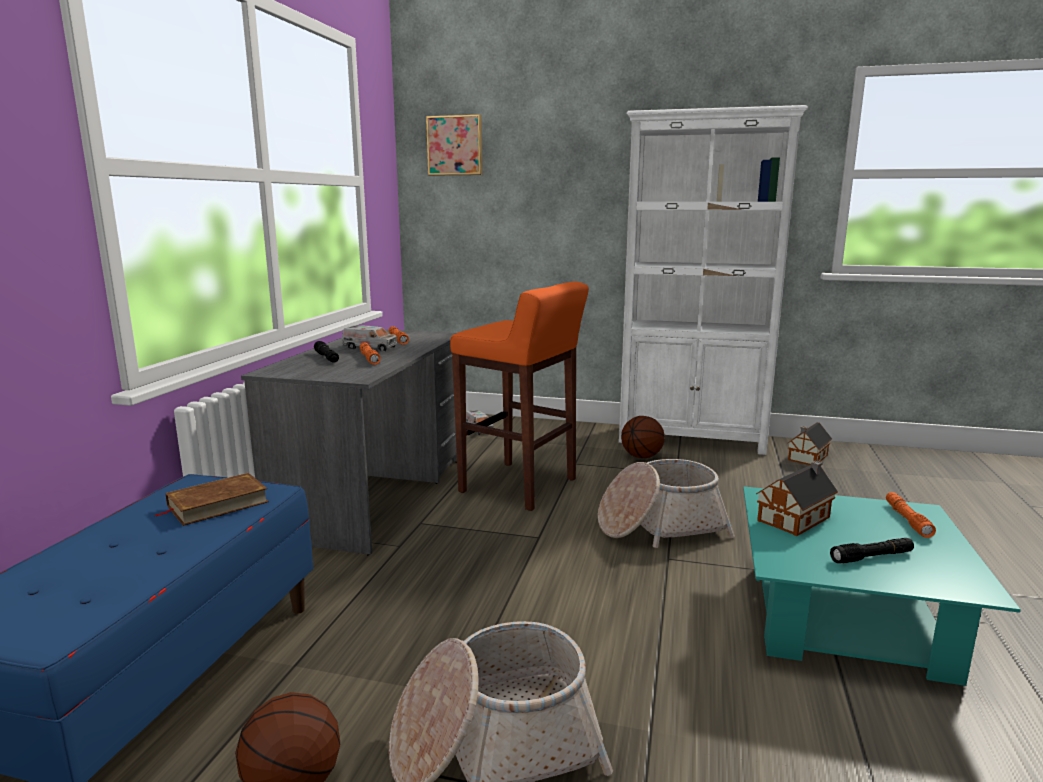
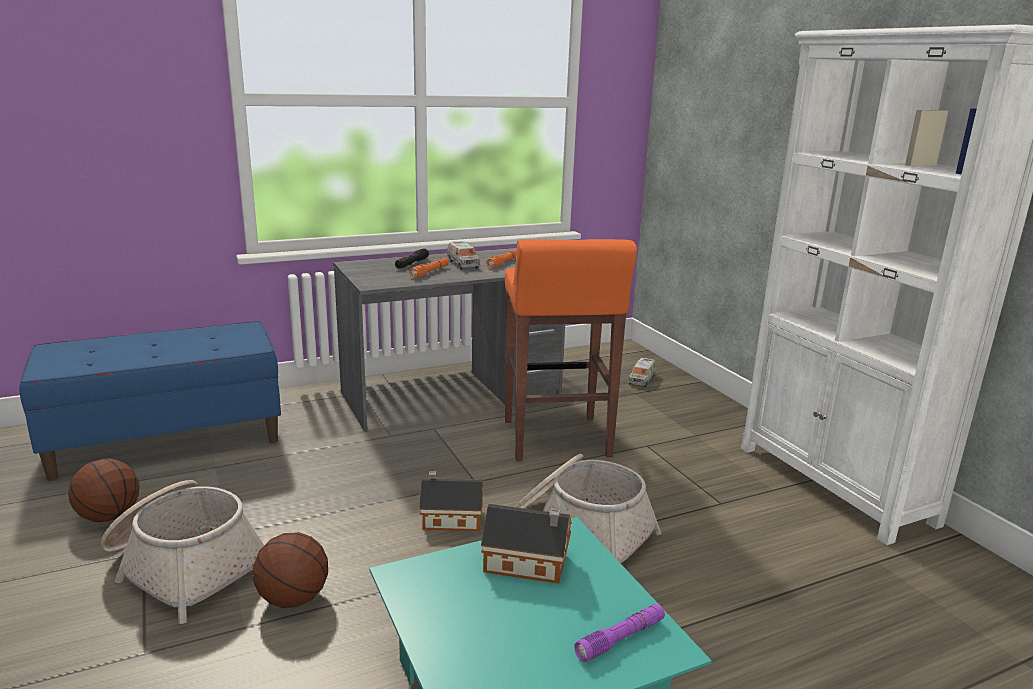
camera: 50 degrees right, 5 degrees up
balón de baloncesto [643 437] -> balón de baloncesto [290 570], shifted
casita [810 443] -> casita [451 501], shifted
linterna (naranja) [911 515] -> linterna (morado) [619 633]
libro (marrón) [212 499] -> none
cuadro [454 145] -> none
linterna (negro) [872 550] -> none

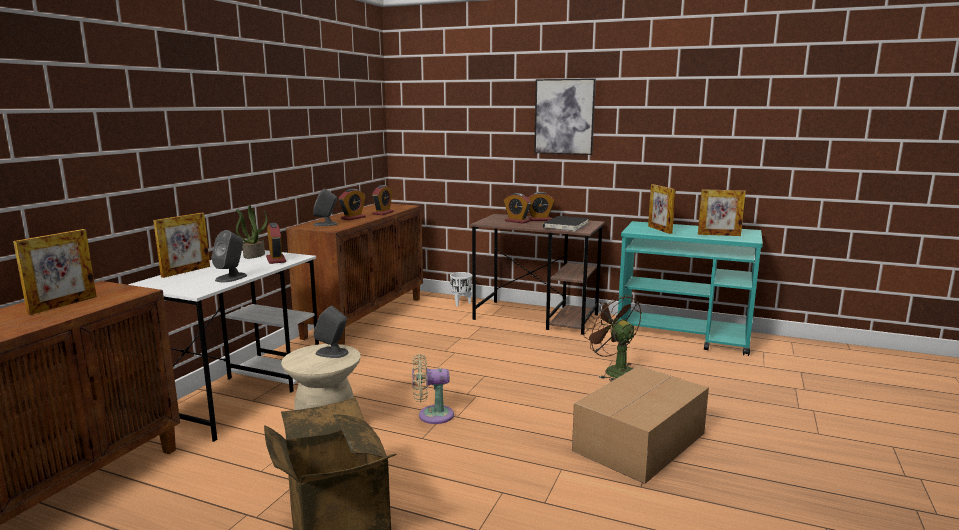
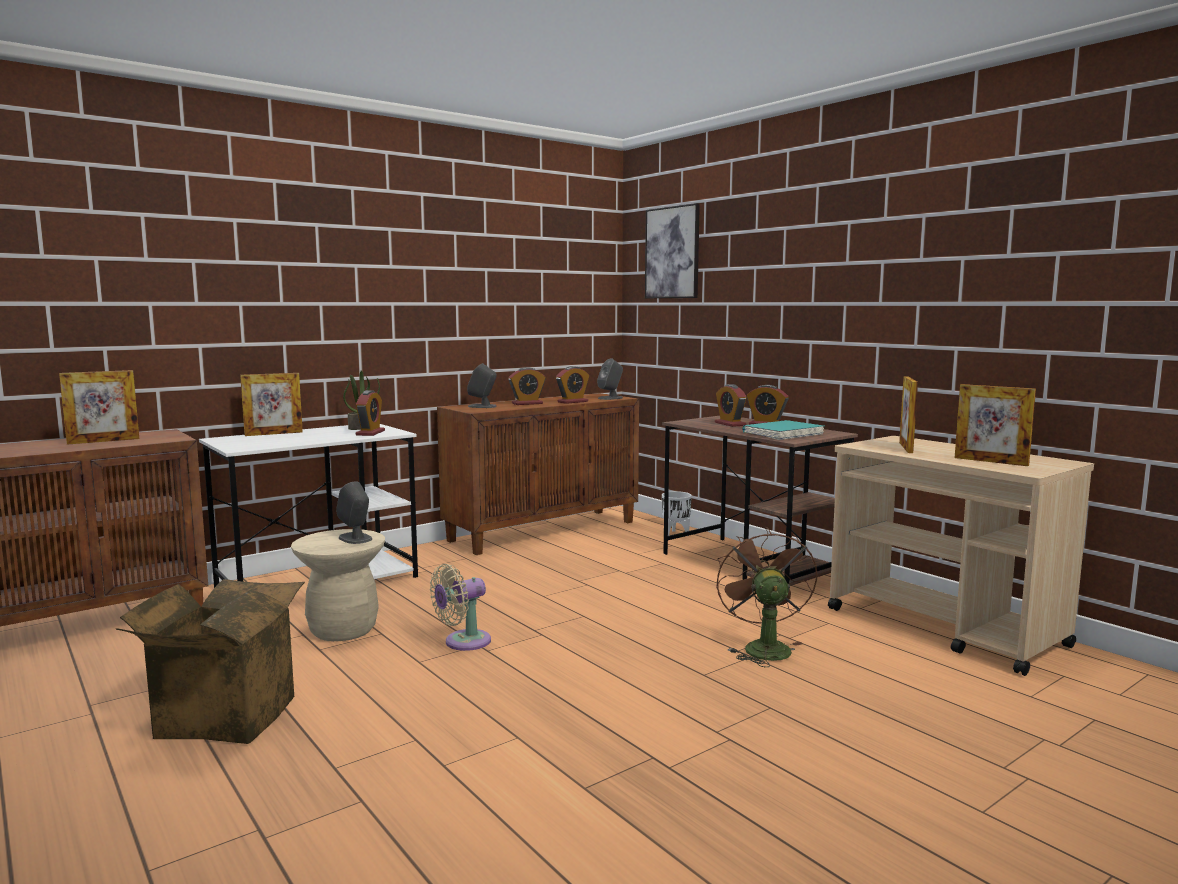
camera: 30 degrees right, 5 degrees down
ventilador (beis) [433 389] -> ventilador (beis) [460 607], 60 degrees counterclockwise
altavoz (gris) [229 256] -> altavoz (gris) [610 379], shifted
cuadro [565 116] -> cuadro [672 250], shifted
libro (negro) [566 224] -> libro (turquesa) [783 430]
carrito (turquesa) [690 288] -> carrito (beis) [961 556]
caja de cartón [640 425] -> none

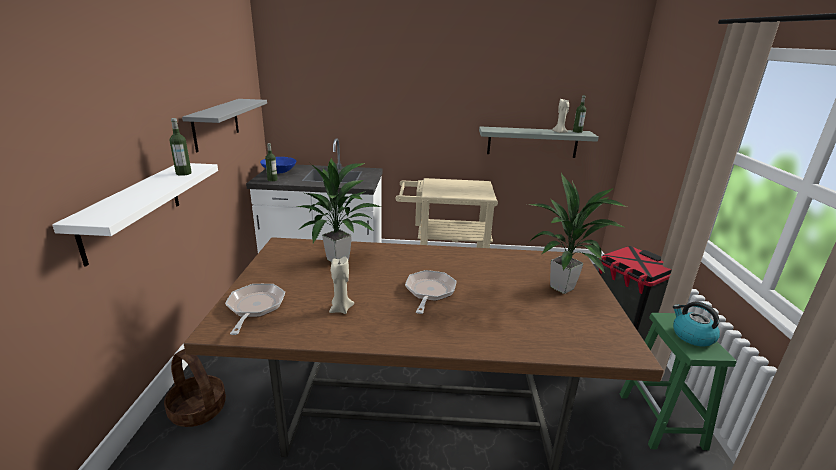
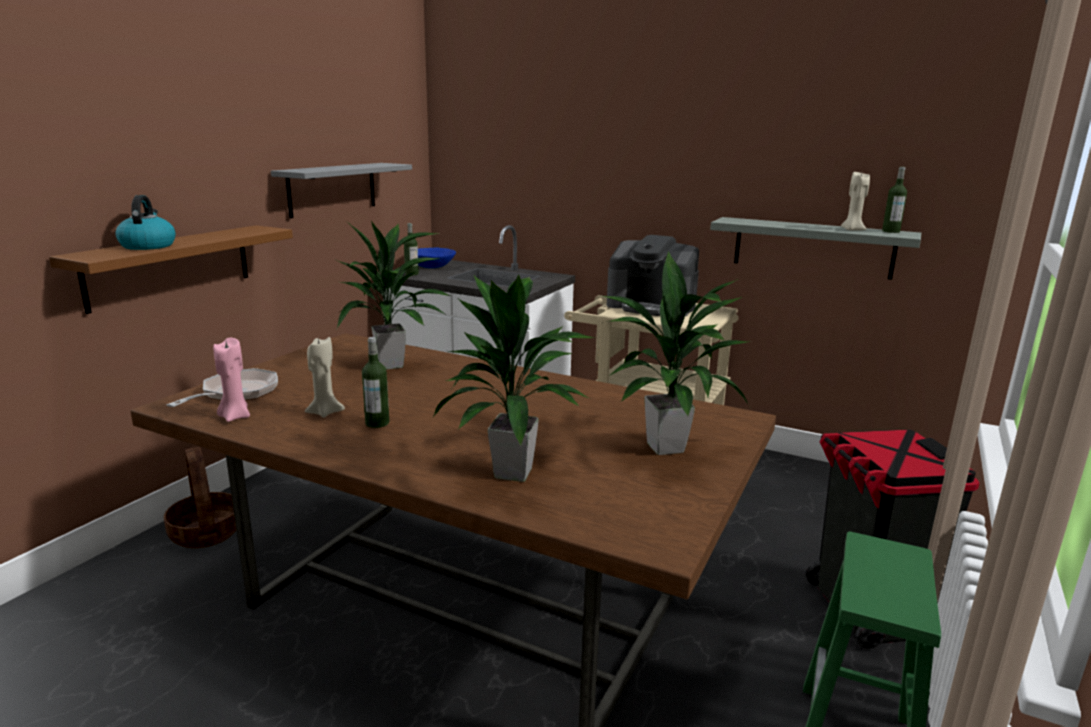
camera: 25 degrees right, 5 degrees down
estante (blanco) [135 215] -> estante (marrón) [171 269]
hervidor [696 324] -> hervidor [145 222], shifted
none -> vela (rosa) [231 380]
botella [180 147] -> botella [375 382], shifted
none -> planta en maceta [513 378]
none -> cafetera [653 275]
sartén [431 292] -> none

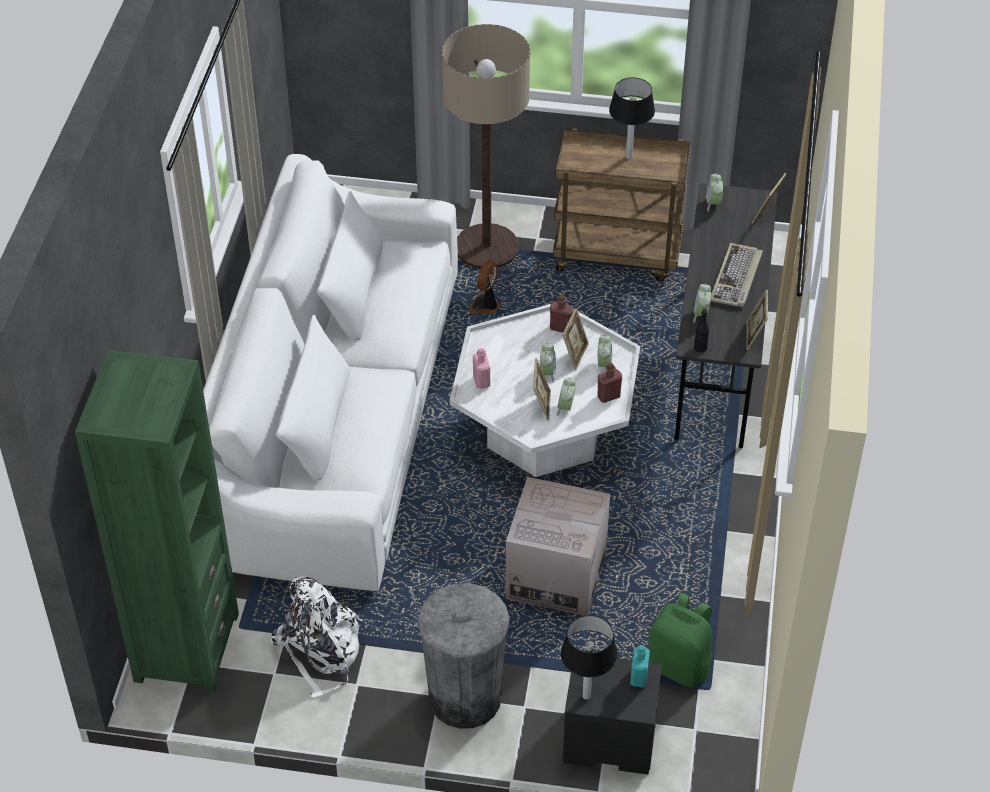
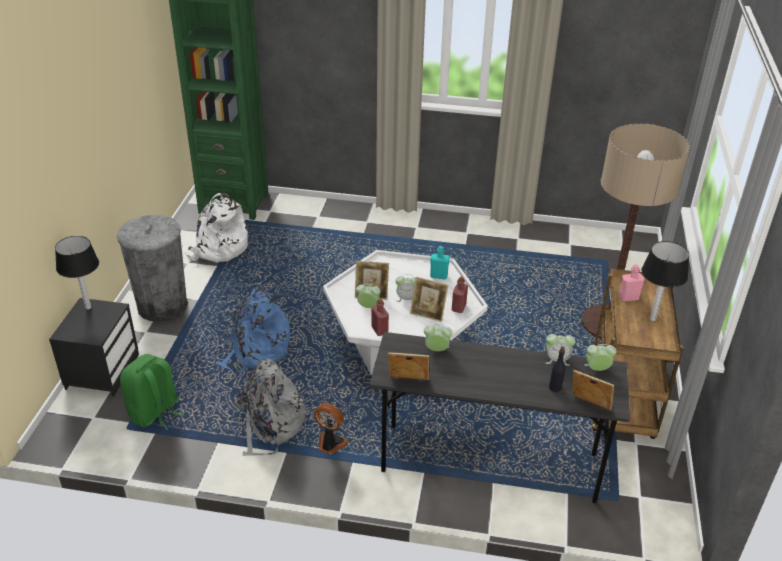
camera: 90 degrees right, 10 degrees down
caja de cartón [557 546] -> mochila (azul) [253 330]
none -> mochila (gris) [272 407]
ventilador [484 287] -> ventilador [331 429], shifted
botella (turquesa) [640 666] -> botella (turquesa) [440 262], shifted
despertador [605 351] -> despertador [560 349], shifted
botella (negro) [701 330] -> botella (negro) [557 369], shifted
botella (rosa) [481 368] -> botella (rosa) [631 283], shifted
sofá (blanco) [330 373] -> none
teclado [737 275] -> none

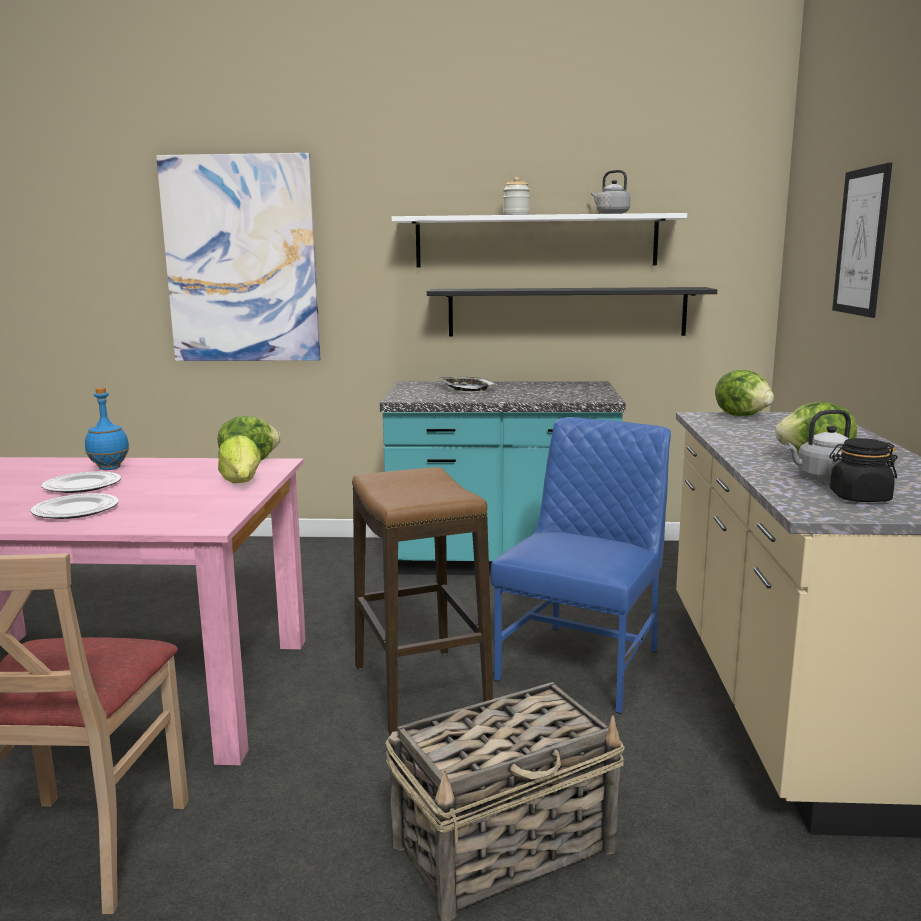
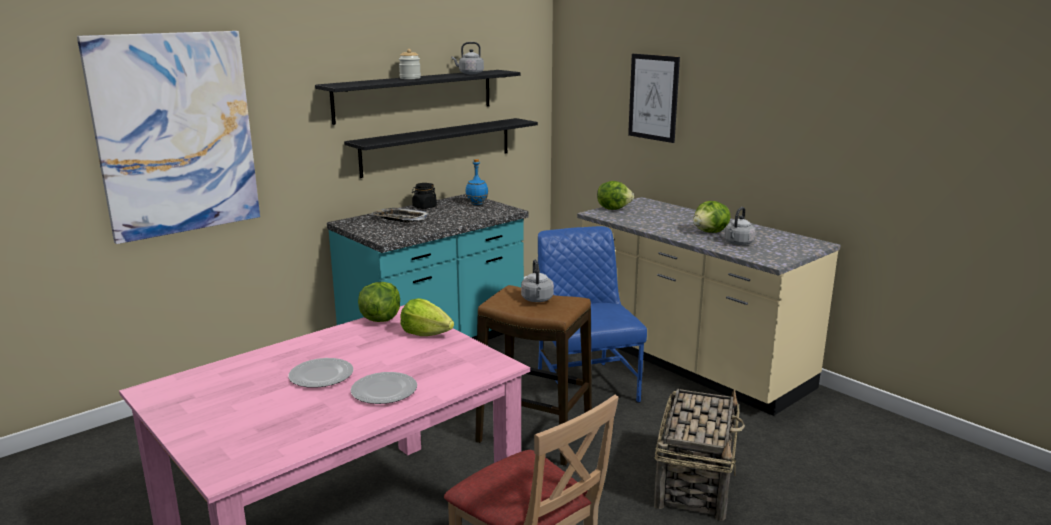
camera: 45 degrees left, 5 degrees up
estante (blanco) [539 240] -> estante (negro) [417 97]
tarro (negro) [863 470] -> tarro (negro) [424 196], shifted
botella (azul) [107 429] -> botella (azul) [476 182], shifted
none -> hervidor (gris) [537 280]

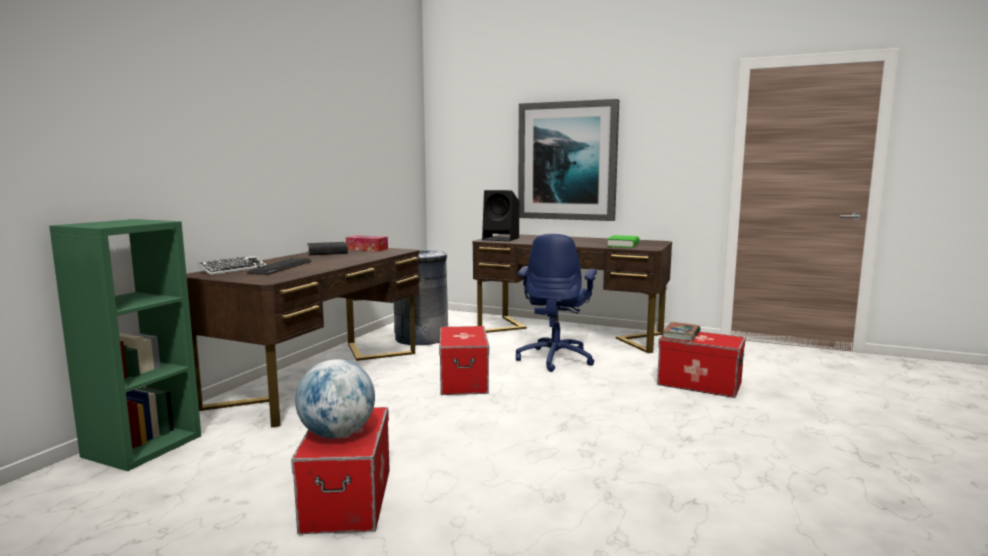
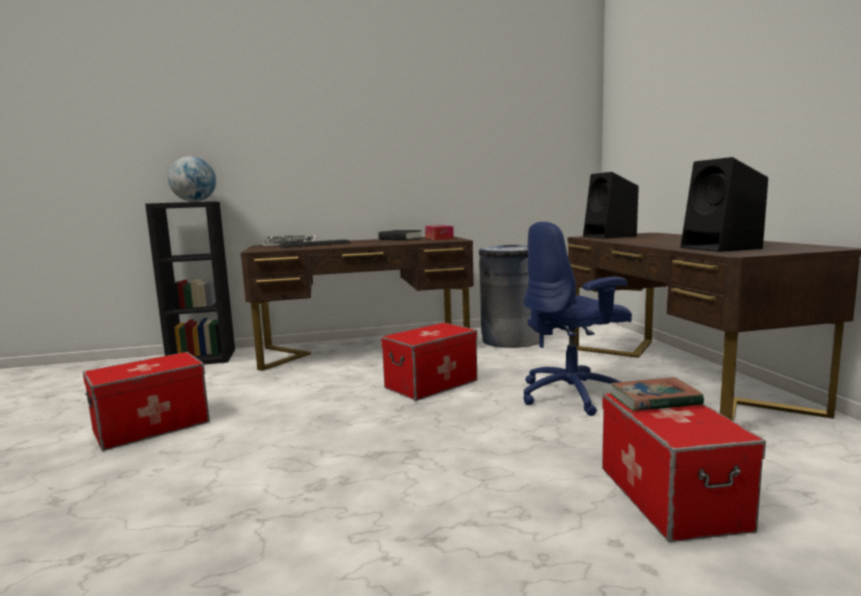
camera: 55 degrees right, 0 degrees up
estantería (verde) [125 345] -> estantería (negro) [190 283]
globo terráqueo [335 398] -> globo terráqueo [192 179], shifted
libro (verde) [623 241] -> altavoz (negro) [724 204]
cuadro [568 160] -> none

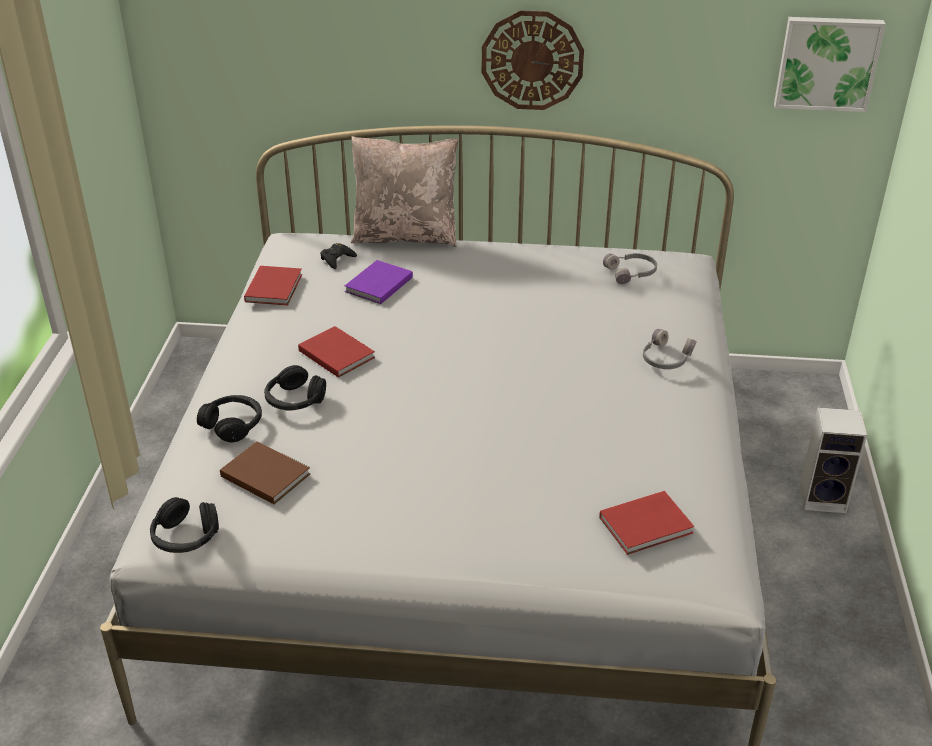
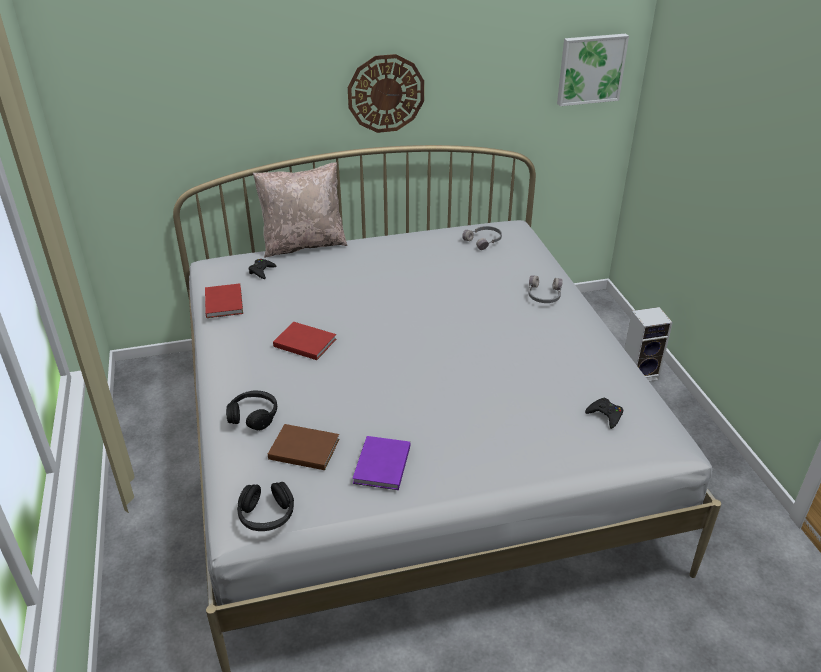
camera: 20 degrees left, 0 degrees up
libro (morado) [379 282] -> libro (morado) [381 463], shifted
libro (rojo) [646 523] -> mando de consola (negro) [604 413]
auriculares (negro) [295 387] -> none

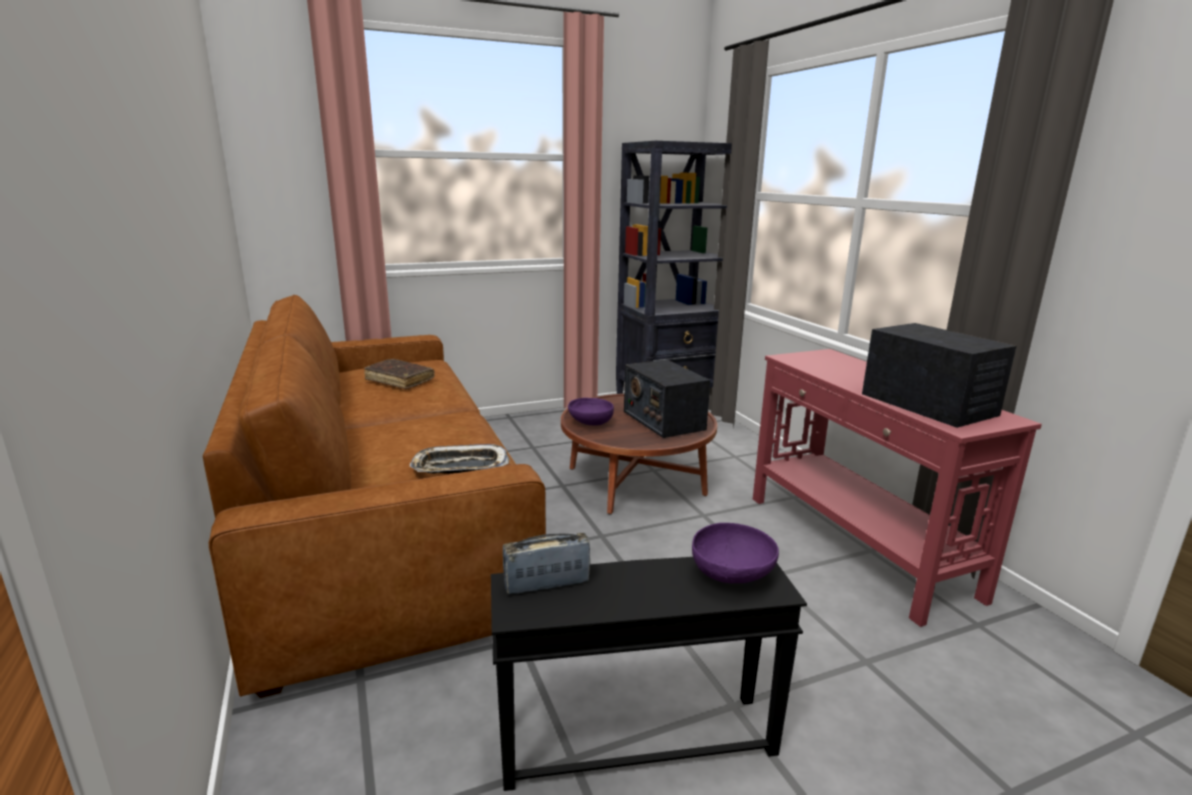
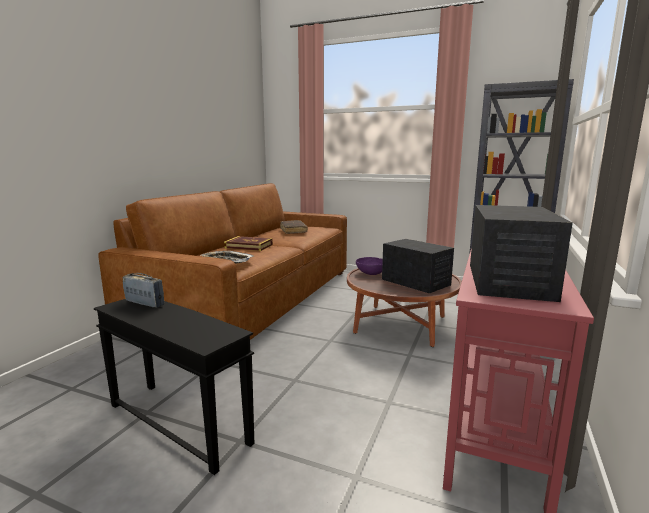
camera: 45 degrees right, 5 degrees down
none -> libro [248 243]
radio [667 398] -> radio [418 266], 120 degrees clockwise
cuenco (morado) [735 553] -> none

